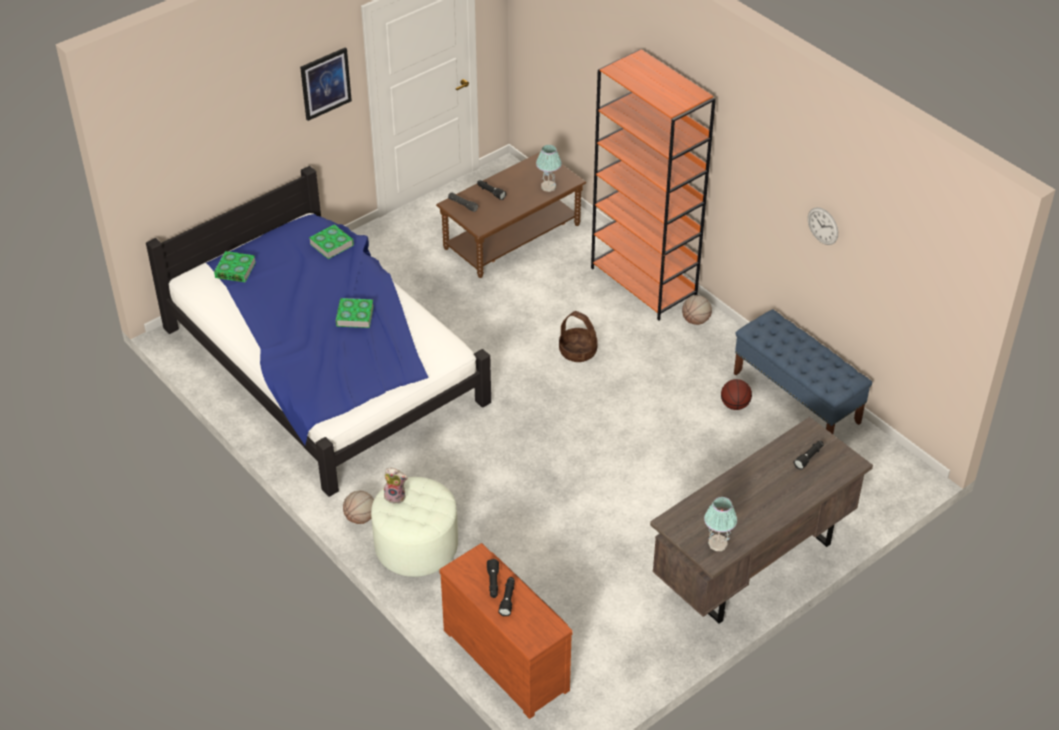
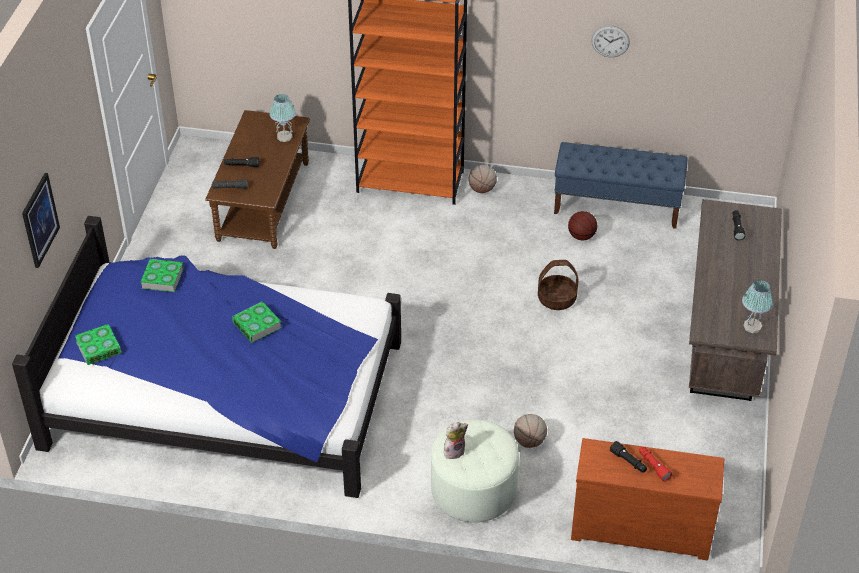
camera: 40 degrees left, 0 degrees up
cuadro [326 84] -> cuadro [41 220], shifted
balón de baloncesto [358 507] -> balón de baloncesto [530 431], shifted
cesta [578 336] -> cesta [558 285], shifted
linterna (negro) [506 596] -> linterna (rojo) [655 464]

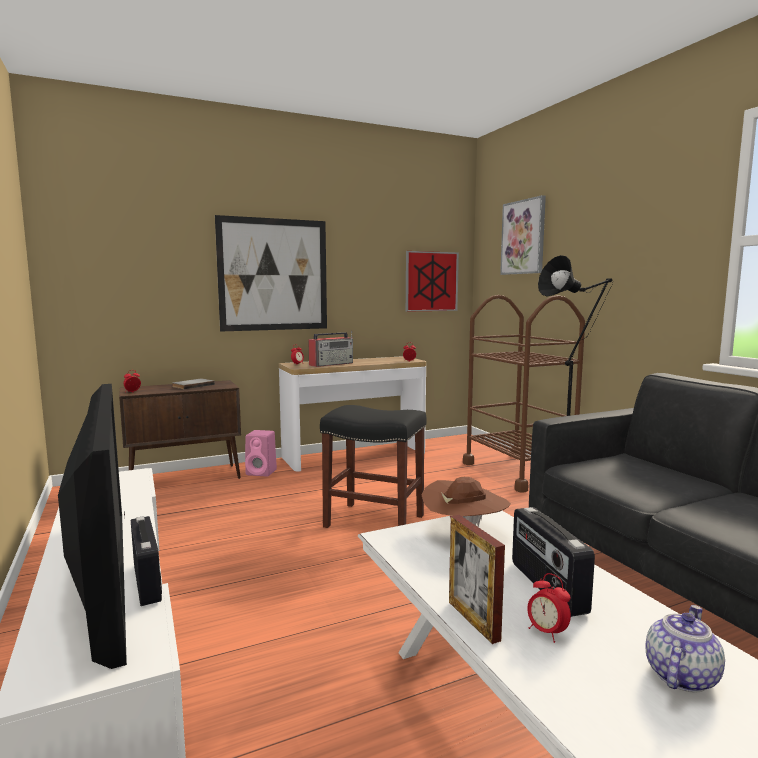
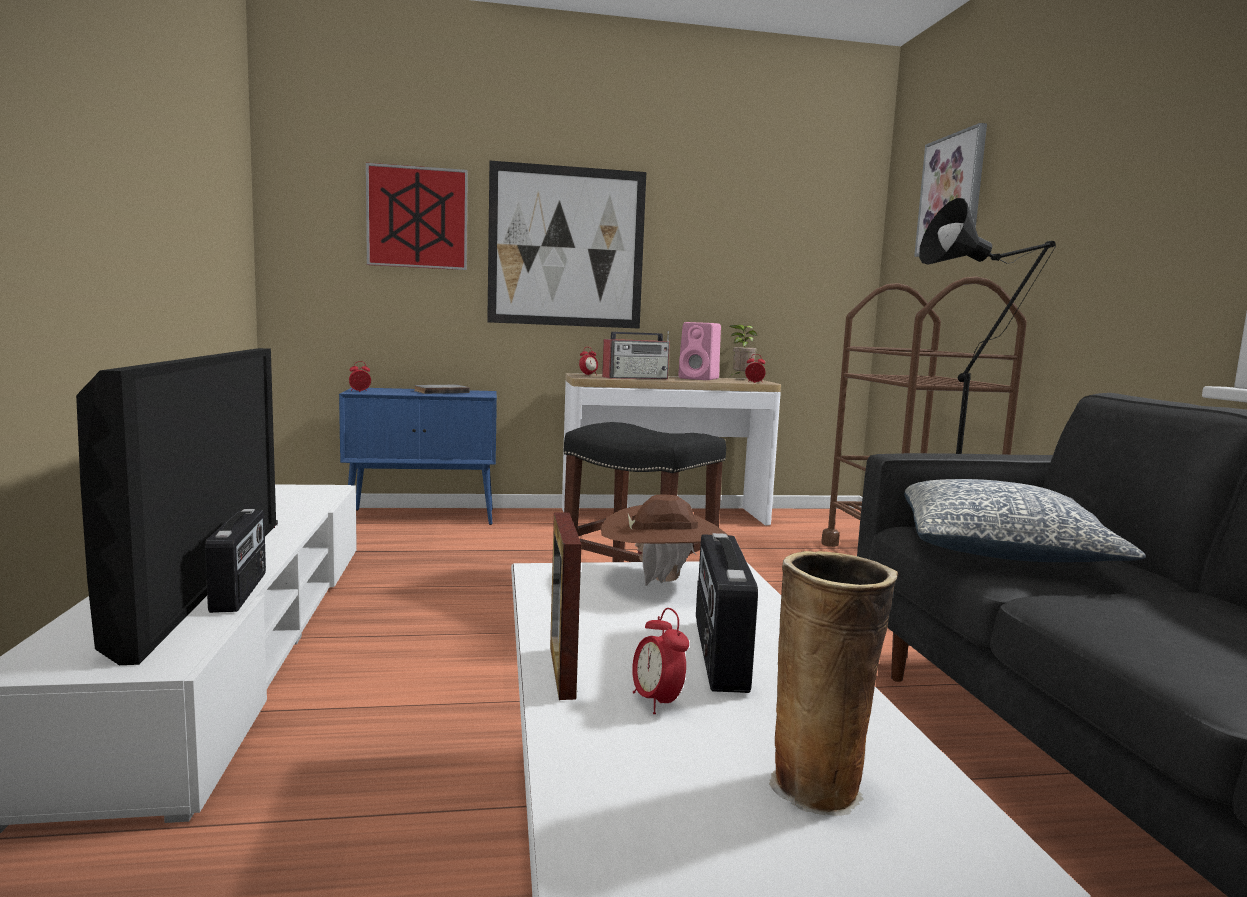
camera: 15 degrees right, 0 degrees up
armario (marrón) [180 429] -> armario (azul) [418 456]
cuadro [432 281] -> cuadro [417 216], shifted
altavoz (rosa) [261 453] -> altavoz (rosa) [699 351], shifted
none -> planta en maceta [742 351]
tetera [685 648] -> florero [833 683]
none -> cojín [1025 520]

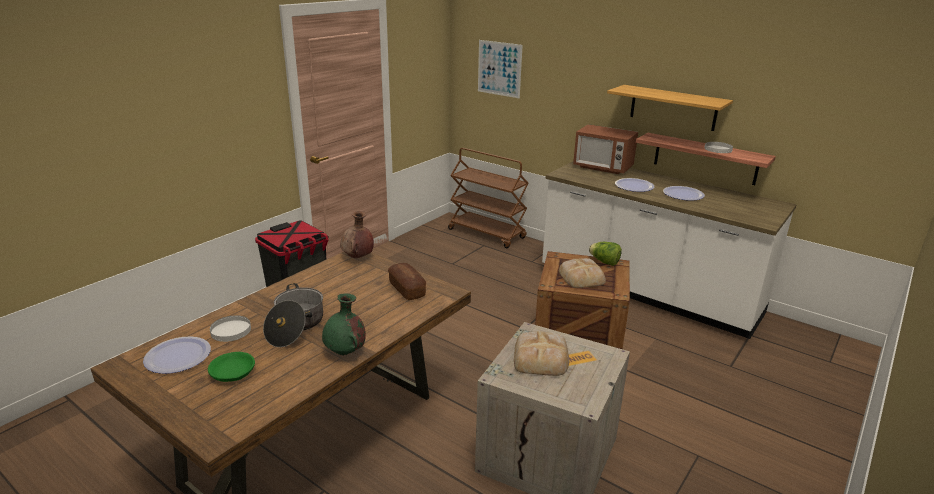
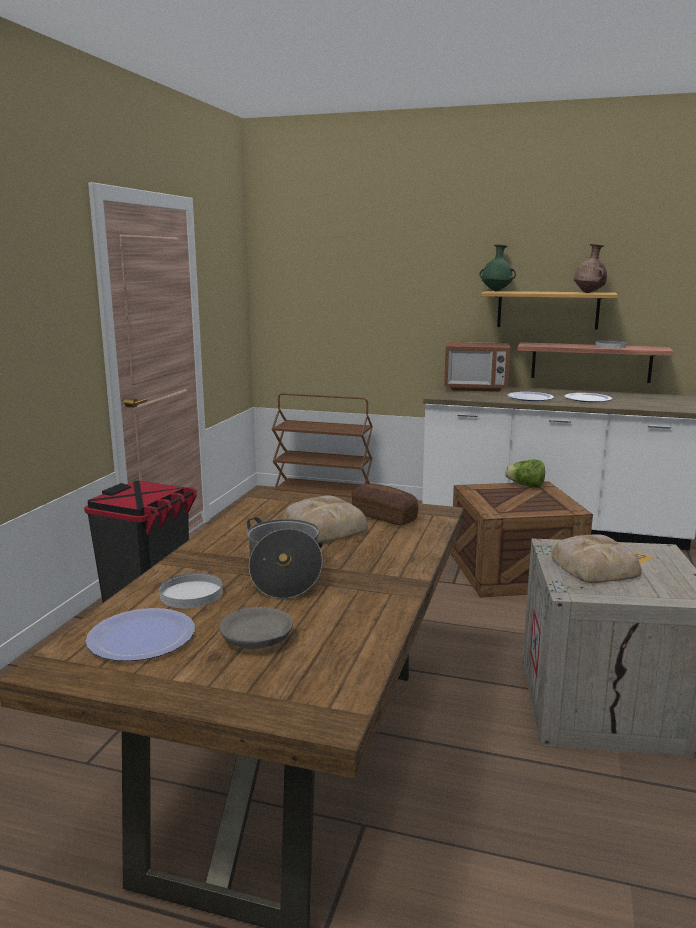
camera: 20 degrees left, 10 degrees down
cuenco (verde) [231 367] -> cuenco (gris) [256 628]
pan [582 273] -> pan [325 519], shifted
florero (verde) [344 324] -> florero (verde) [497 268], shifted
florero (marrón) [357 234] -> florero (marrón) [590 268], shifted
cuadro [500 69] -> none

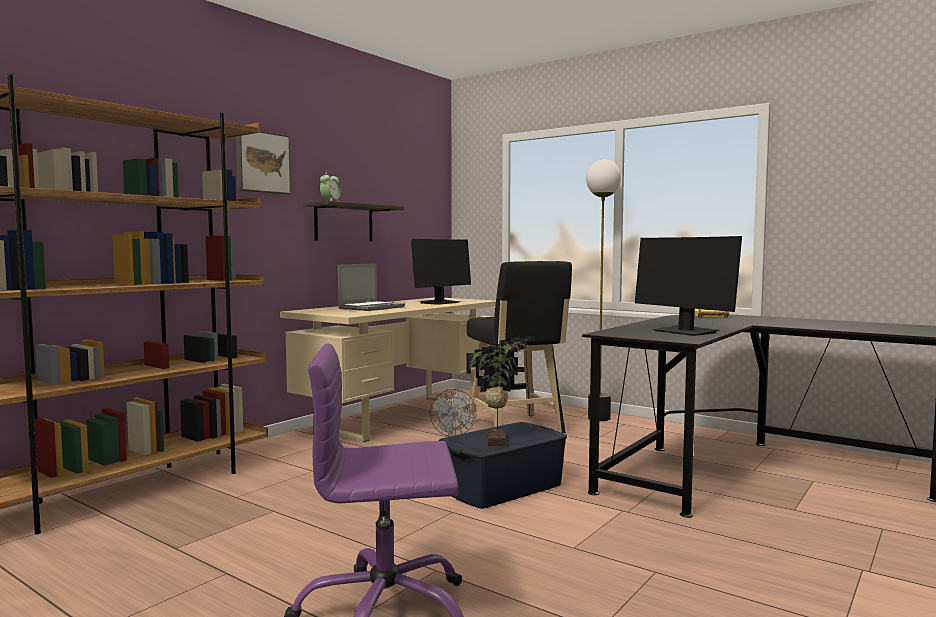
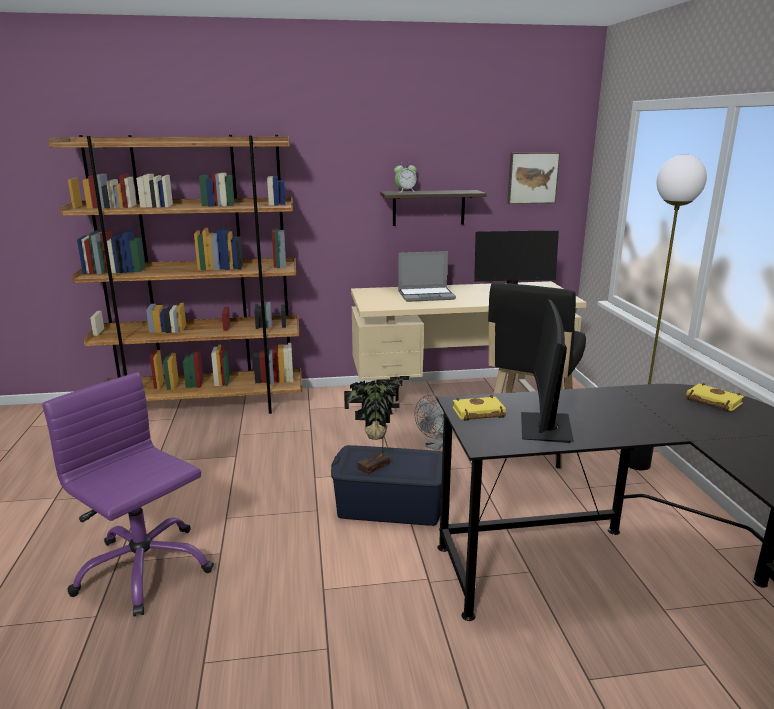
camera: 45 degrees right, 15 degrees up
none -> libro (amarillo) [479 408]
cuadro [263 162] -> cuadro [533 178], shifted

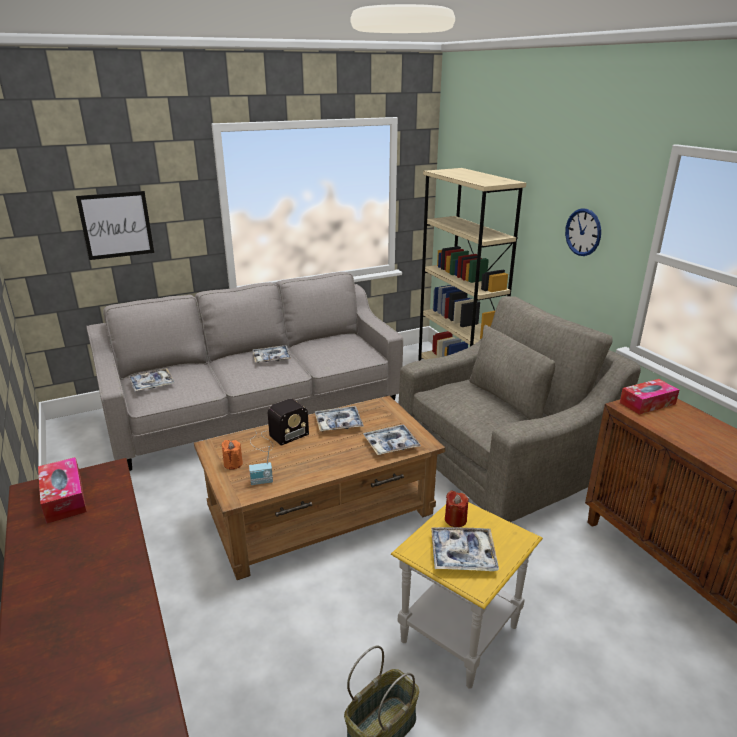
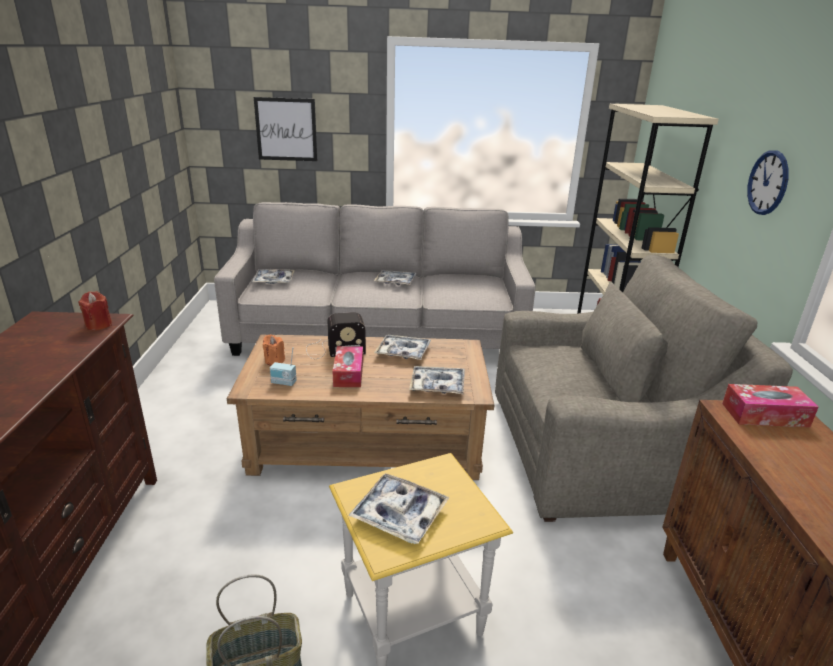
camera: 25 degrees right, 0 degrees up
vela (rojo) [457 509] -> vela (rojo) [95 311], shifted
caja de pañuelos [62 490] -> caja de pañuelos [348 366], shifted

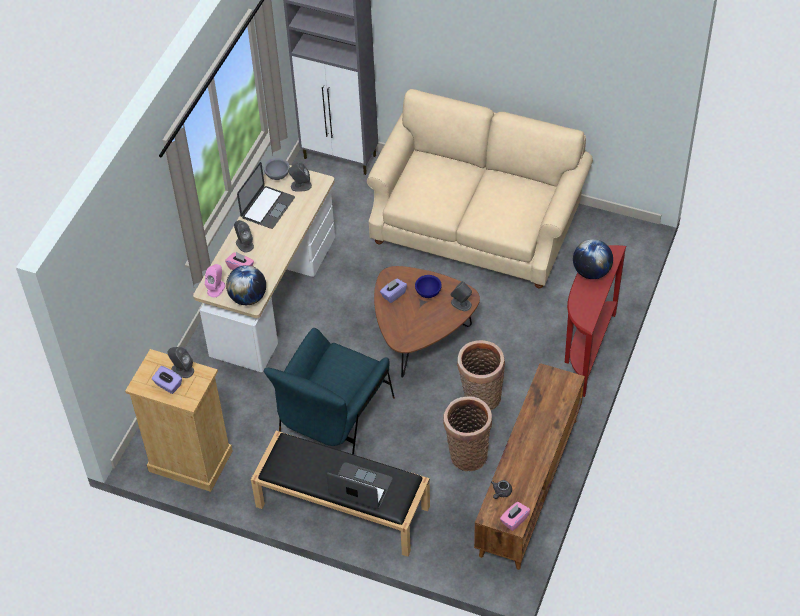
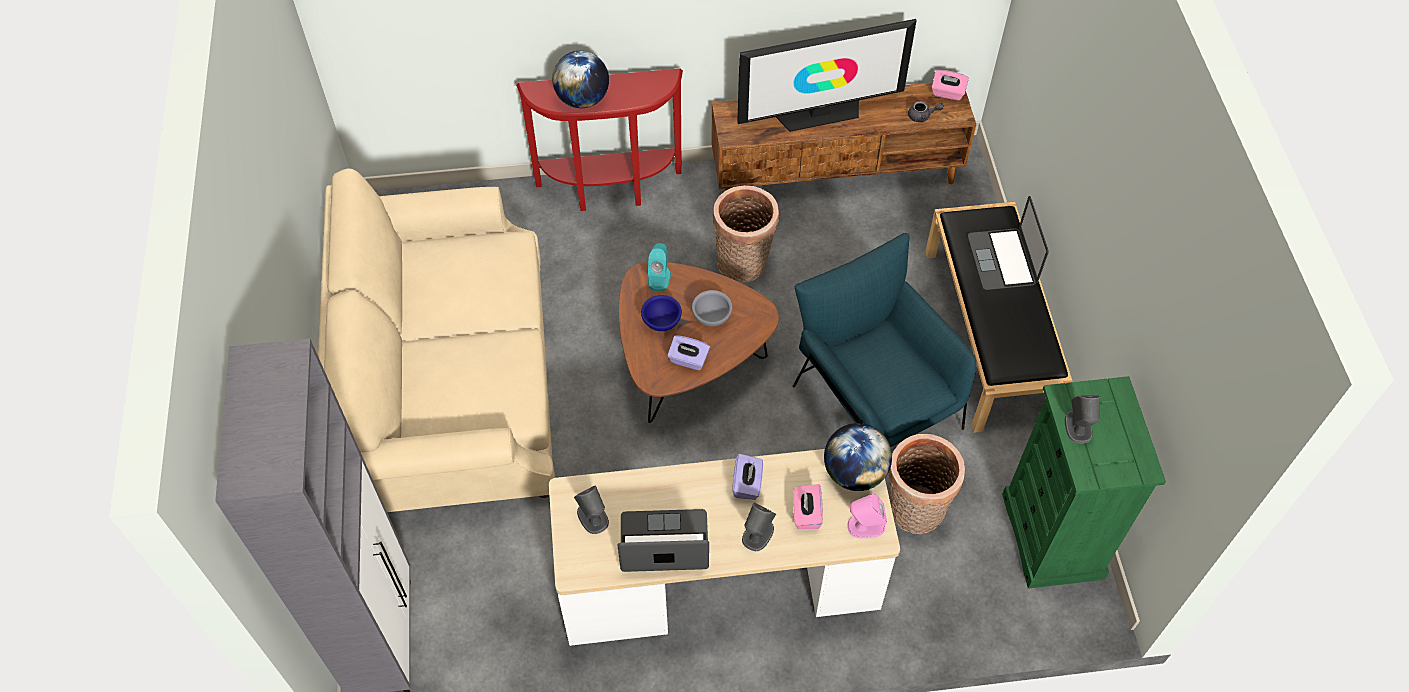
camera: 120 degrees left, 5 degrees up
altavoz (gris) [461 296] -> altavoz (turquesa) [659 267]
cuenco (gris) [277 169] -> cuenco (gris) [712 308], shifted
caja de pañuelos (morado) [167 380] -> caja de pañuelos (morado) [748 477], shifted
none -> televisor [827 75]
sillón (azul) [329 391] -> sillón (azul) [884 340], 120 degrees counterclockwise
cesta [467 433] -> cesta [926 484], shifted
cómoda (beis) [179 420] -> cómoda (verde) [1084 482]

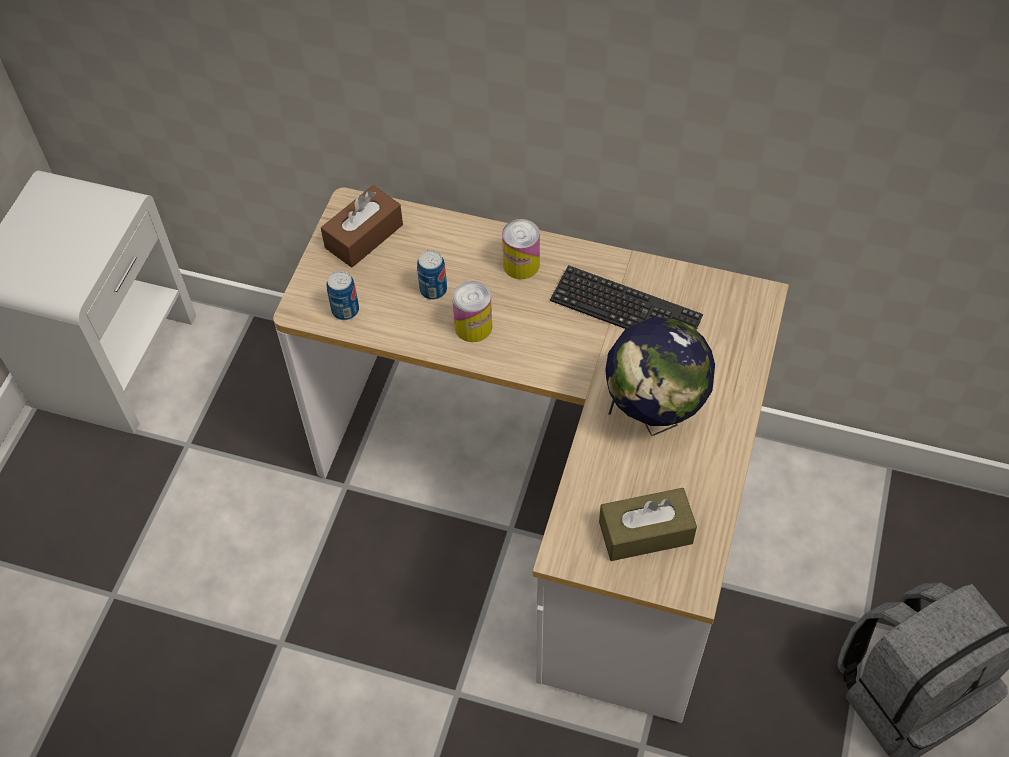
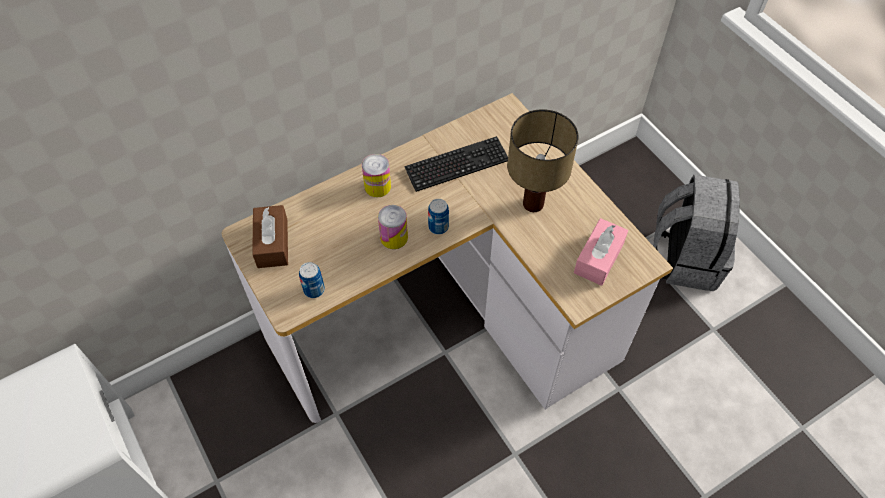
camera: 50 degrees left, 0 degrees up
lata [432 275] -> lata [438 217], shifted
globo terráqueo [660 376] -> lámpara de mesa [543 160]
caja de pañuelos (marrón) [648 524] -> caja de pañuelos (rosa) [601 252]

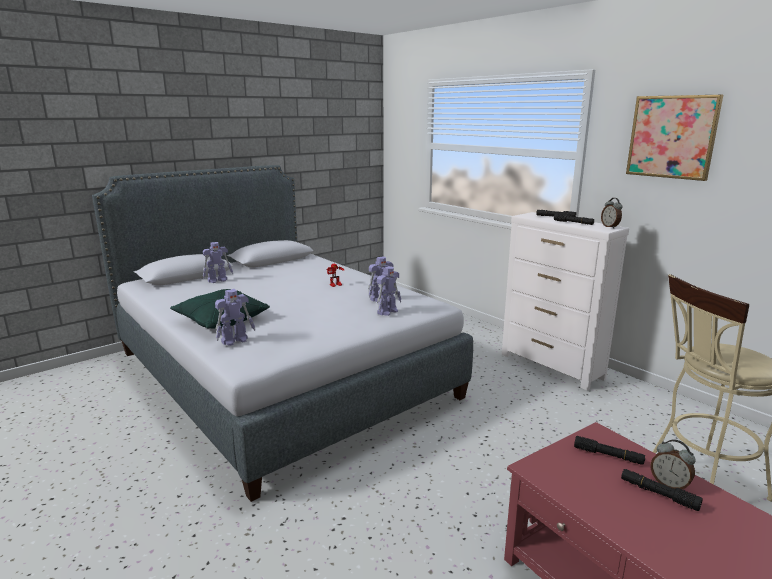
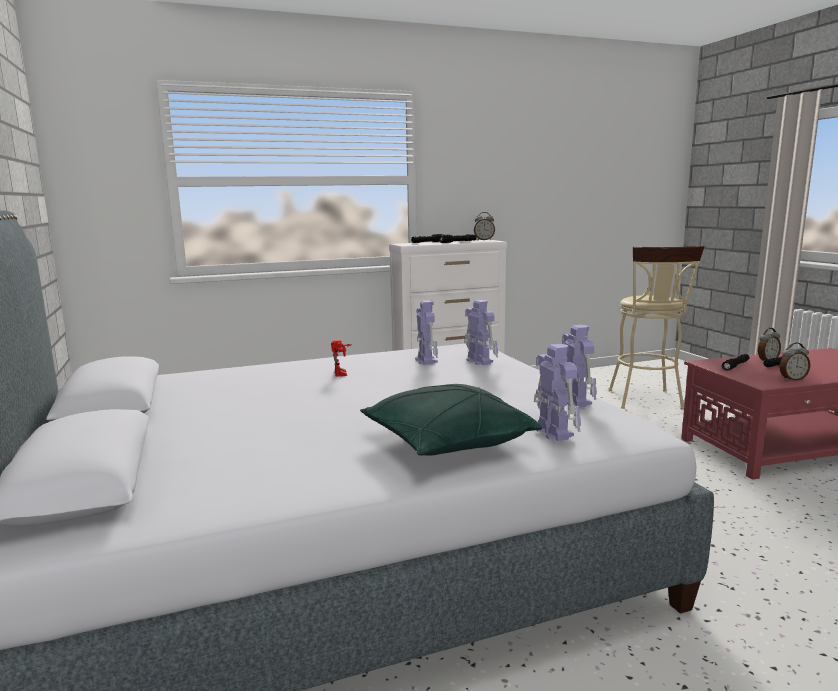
camera: 70 degrees left, 5 degrees down
robot de juguete [218 262] -> robot de juguete [579 366], shifted
none -> despertador [795 361]
cuadro [674 138] -> none

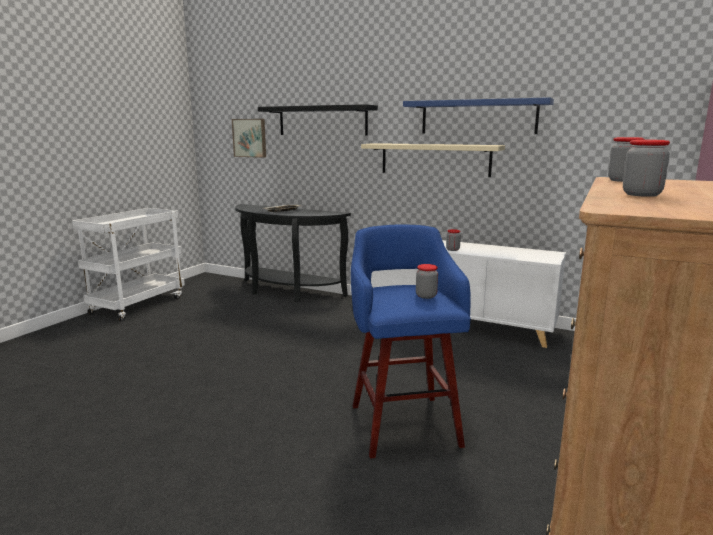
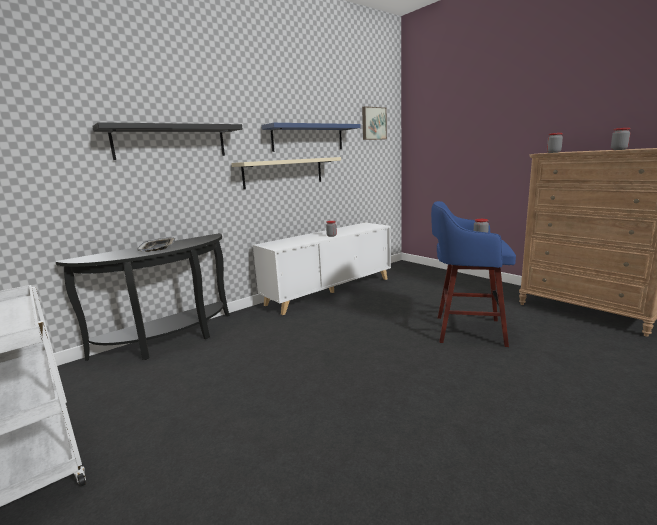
camera: 65 degrees left, 0 degrees up
cuadro [249 138] -> cuadro [374 123], shifted

